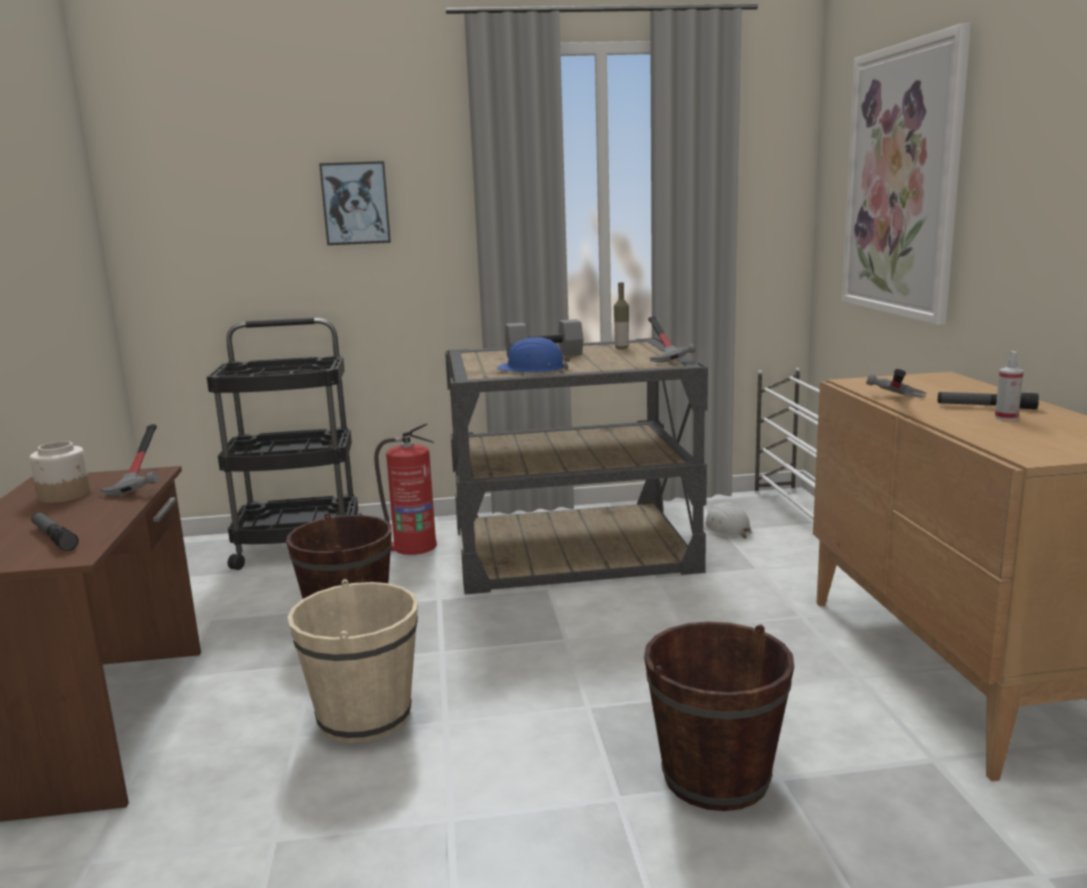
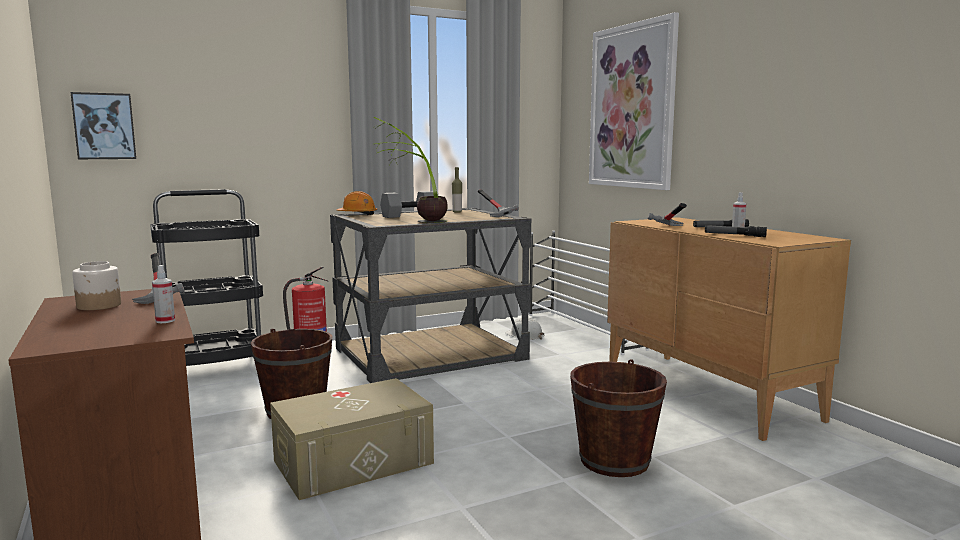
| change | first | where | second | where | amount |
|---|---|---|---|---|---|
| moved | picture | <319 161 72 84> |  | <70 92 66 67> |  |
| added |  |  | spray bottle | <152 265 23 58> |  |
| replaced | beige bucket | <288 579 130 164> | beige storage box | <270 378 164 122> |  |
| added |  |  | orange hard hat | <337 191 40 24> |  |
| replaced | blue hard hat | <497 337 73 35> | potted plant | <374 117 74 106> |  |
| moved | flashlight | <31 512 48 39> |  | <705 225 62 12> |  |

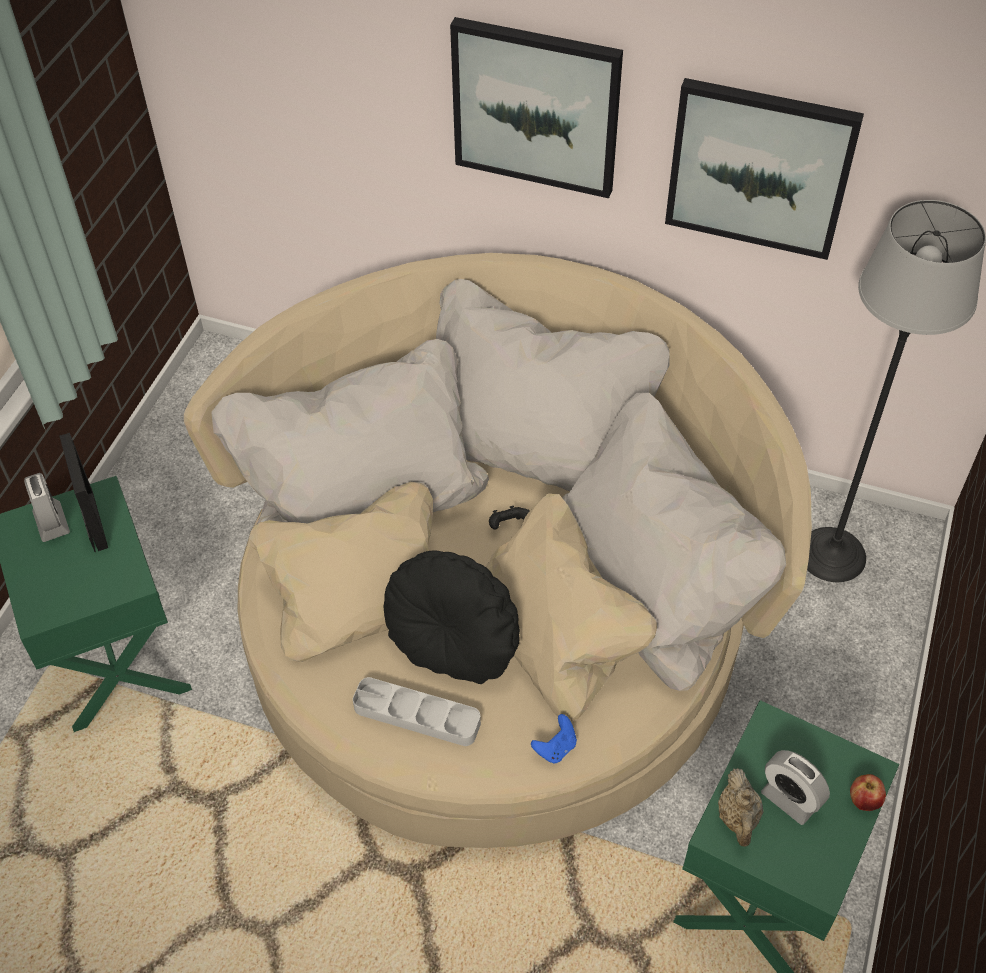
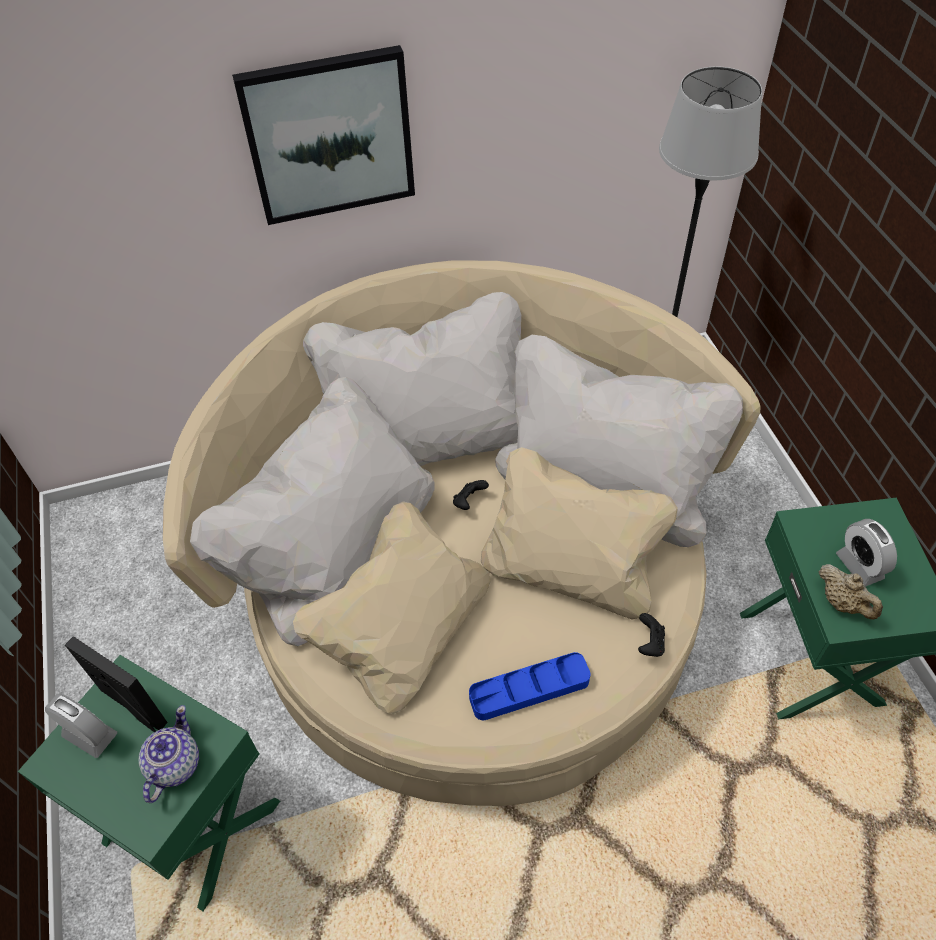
| change | first | where | second | where | amount |
|---|---|---|---|---|---|
| added |  |  | teapot | <138 705 61 98> |  |
| recoloured | grey tray | <353 677 128 69> | blue tray | <469 652 121 68> |  |
| recoloured | blue game controller | <531 714 46 49> | black game controller | <638 613 27 44> |  |
| turned | alarm clock | <761 750 69 75> |  | <836 519 61 68> | 60 degrees clockwise |
| removed | black pillow | <384 550 136 134> |  |  |  |
| removed | picture | <665 78 199 182> |  |  |  |
| removed | apple | <850 774 36 37> |  |  |  |

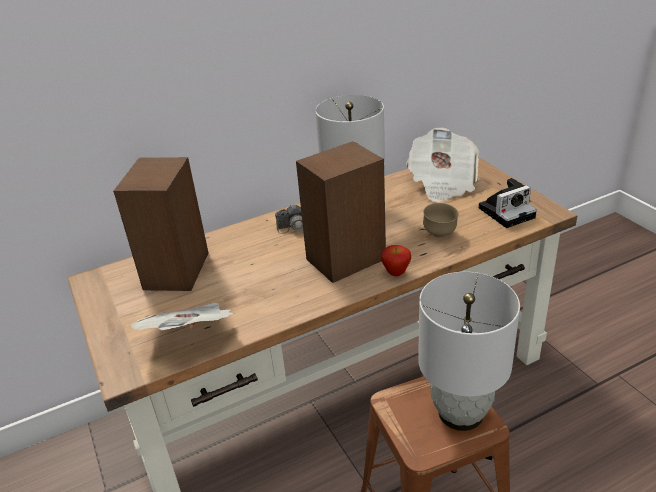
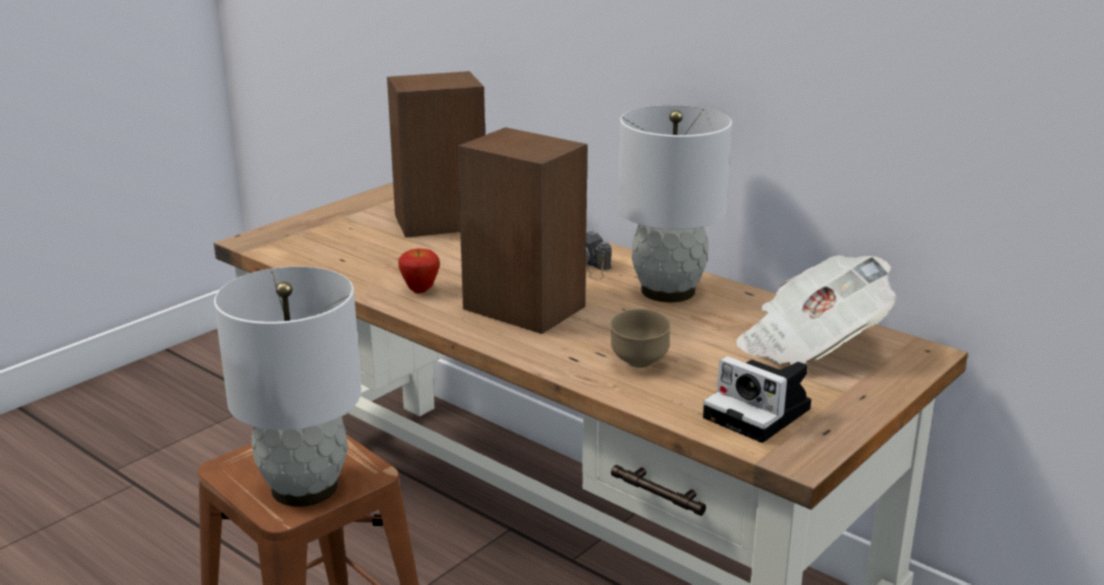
| change | first | where | second | where | amount |
|---|---|---|---|---|---|
| moved | apple | <381 245 30 31> |  | <398 249 42 44> |  |
| removed | newspaper | <130 303 105 27> |  |  |  |

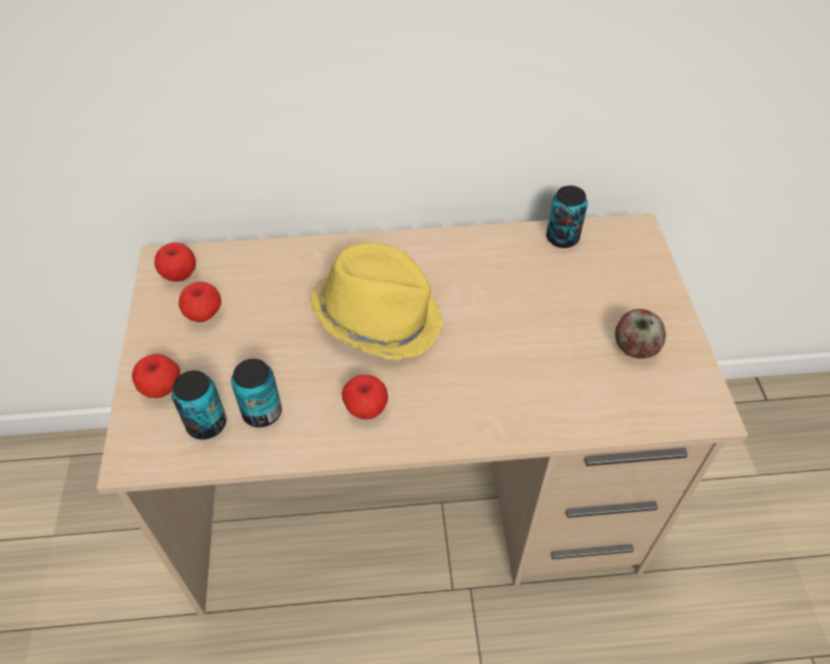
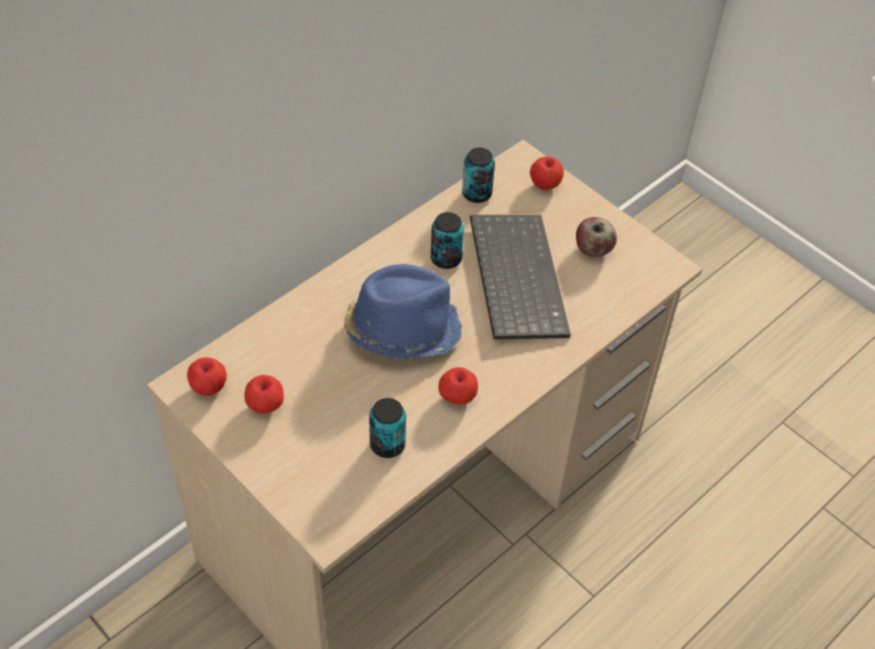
| change | first | where | second | where | amount |
|---|---|---|---|---|---|
| recoloured | yellow hat | <310 243 134 117> | blue hat | <344 264 118 95> |  |
| moved | can | <172 371 55 69> |  | <431 212 33 57> |  |
| added |  |  | keyboard | <470 215 101 124> |  |
| moved | apple | <132 354 48 44> |  | <530 157 34 33> |  |

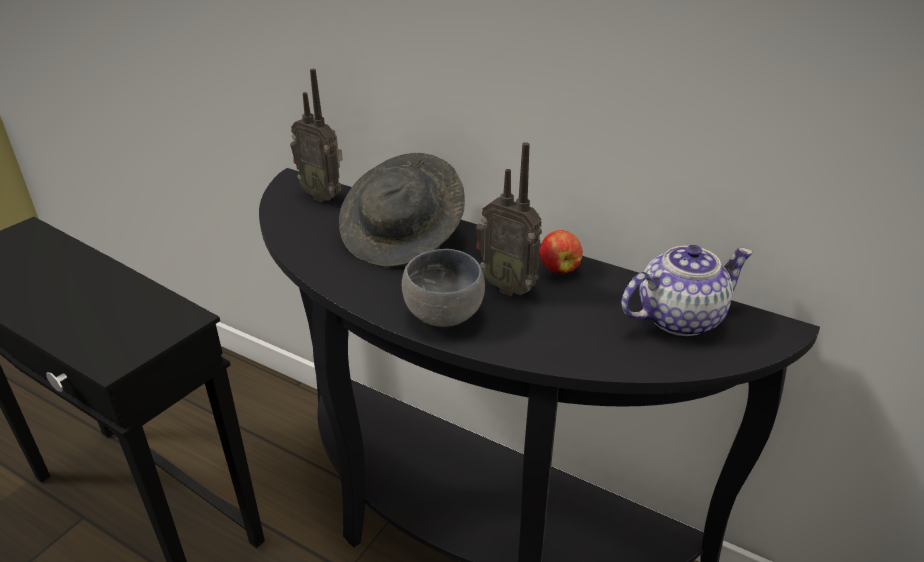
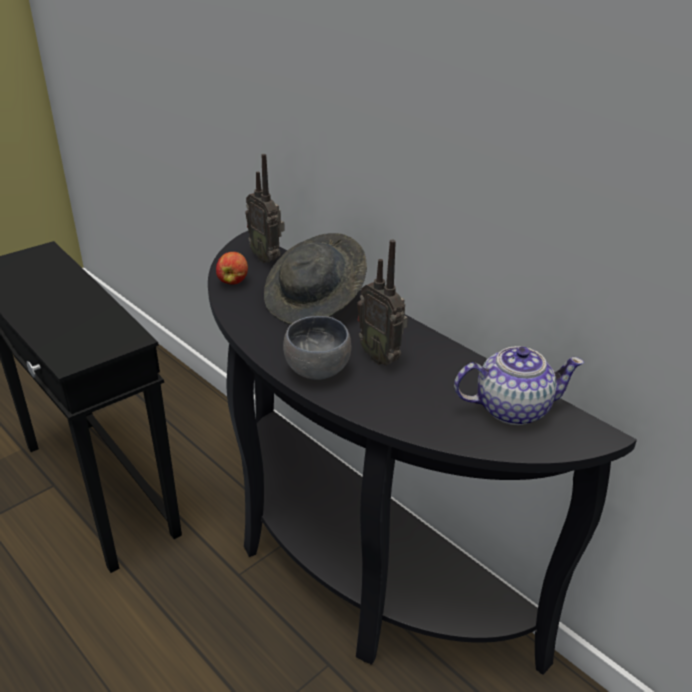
| change | first | where | second | where | amount |
|---|---|---|---|---|---|
| moved | apple | <540 230 43 44> |  | <216 252 32 33> |  |

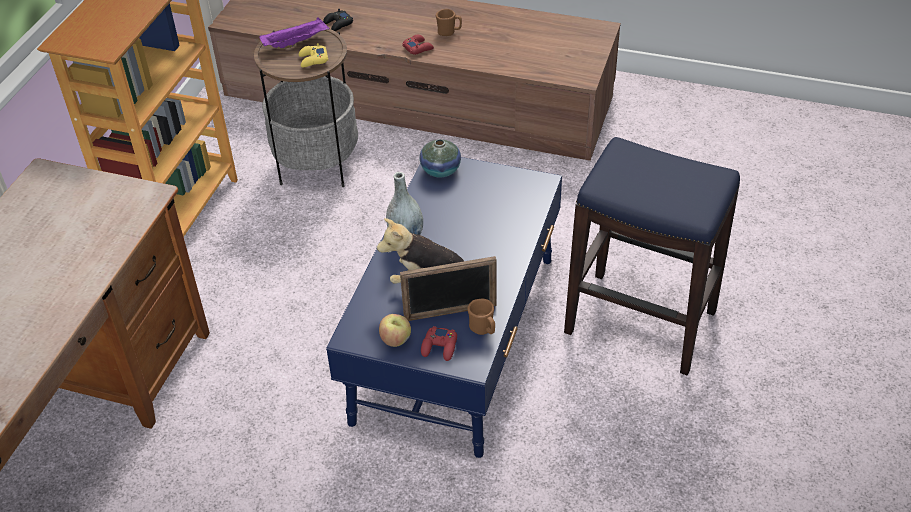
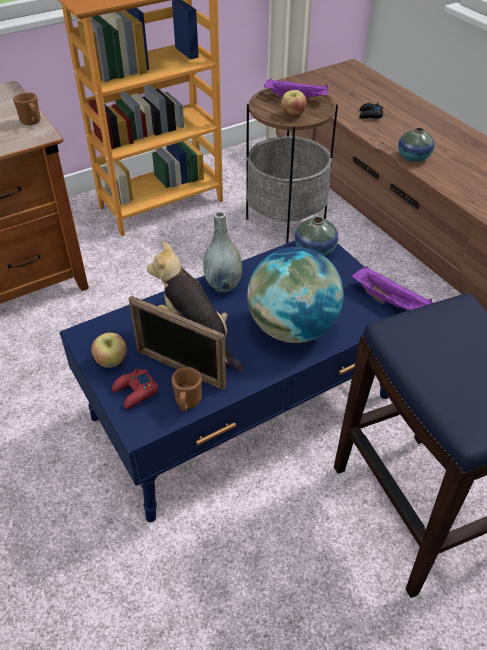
| change | first | where | second | where | amount |
|---|---|---|---|---|---|
| moved | brown mug | <436 9 26 27> |  | <13 92 28 33> |  |
| added |  |  | globe | <247 247 97 96> |  |
| replaced | yellow game controller | <299 43 29 24> | apple | <281 90 25 26> |  |
| added |  |  | purple tray | <352 266 81 44> |  |
| replaced | red game controller | <402 34 32 21> | vase | <398 128 37 34> |  |

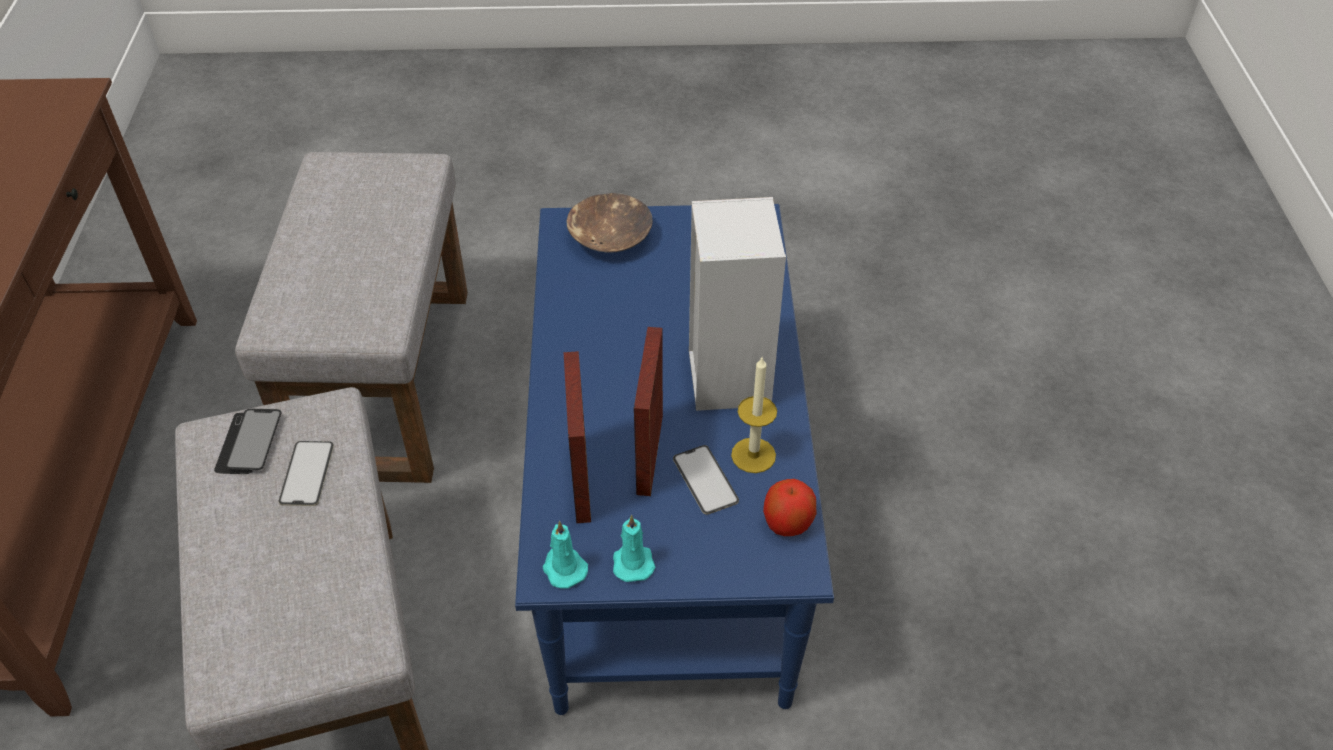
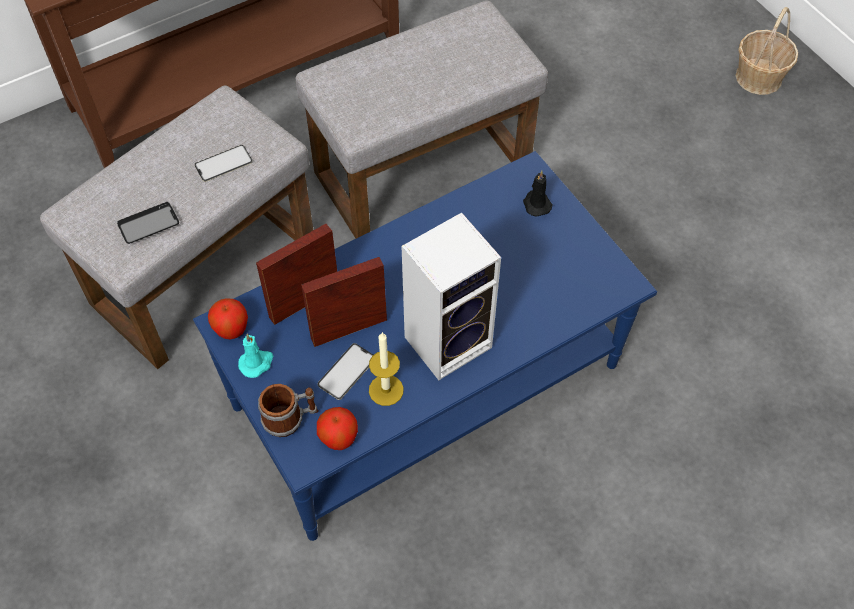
| change | first | where | second | where | amount |
|---|---|---|---|---|---|
| moved | phone | <214 409 68 65> |  | <117 202 62 42> |  |
| replaced | turquoise candle | <542 521 46 68> | apple | <208 298 40 42> |  |
| added |  |  | mug | <258 384 61 53> |  |
| replaced | brown bowl | <567 193 86 60> | black candle | <523 171 29 46> |  |
| added |  |  | basket | <735 7 63 88> |  |

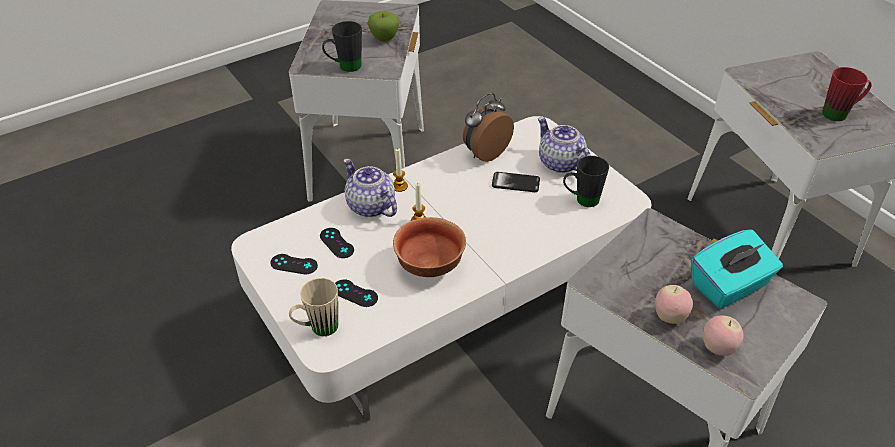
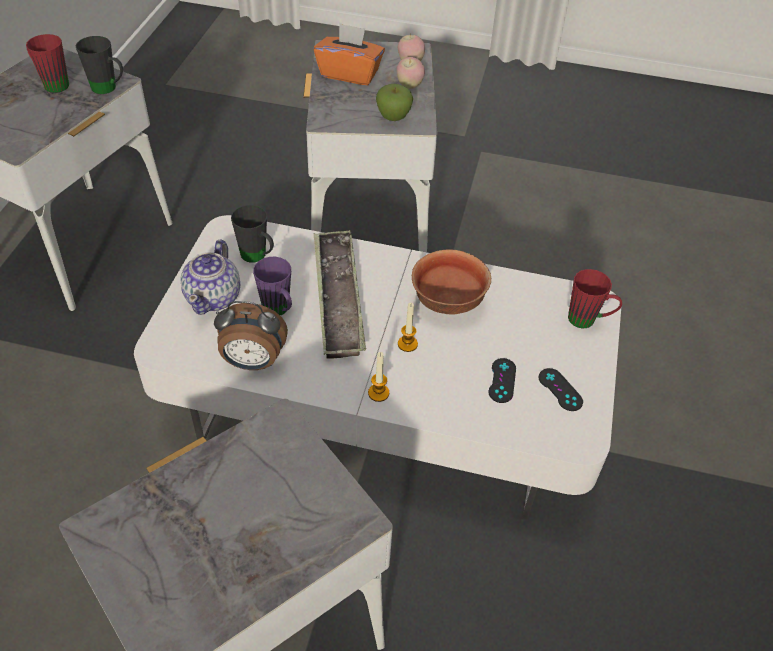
| change | first | where | second | where | amount |
|---|---|---|---|---|---|
| moved | black mug | <322 21 40 51> |  | <76 36 47 58> |  |
| replaced | phone | <492 172 48 20> | purple mug | <253 257 39 58> |  |
| recoloured | turquoise tissue box | <692 230 91 79> | orange tissue box | <314 23 71 62> |  |
| added |  |  | tray | <314 230 52 129> |  |
| moved | apple | <367 11 33 31> |  | <376 84 37 37> |  |
| recoloured | beige mug | <289 278 49 58> | red mug | <568 269 54 59> |  |
| removed | black game controller | <335 279 43 28> |  |  |  |
| removed | teapot | <343 159 54 58> |  |  |  |

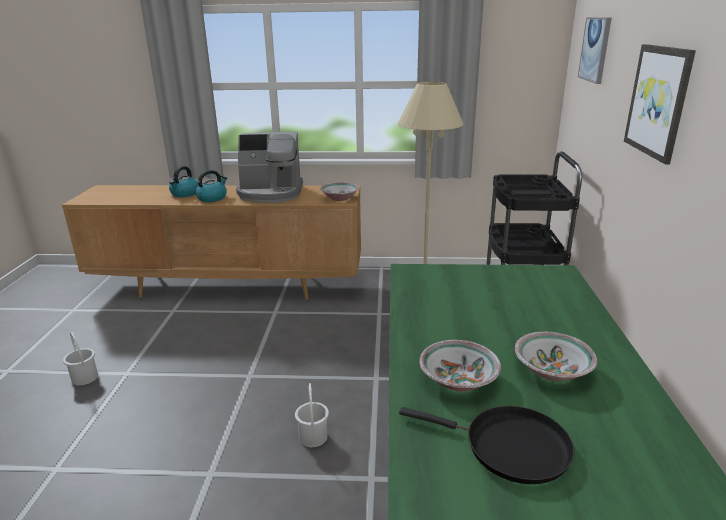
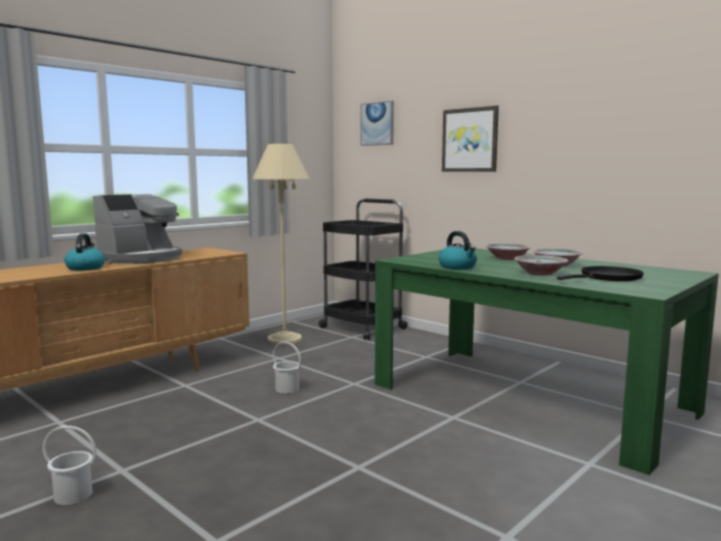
| change | first | where | second | where | amount |
|---|---|---|---|---|---|
| moved | white bucket | <295 383 34 64> |  | <273 341 28 53> |  |
| moved | kettle | <169 166 29 31> |  | <439 231 38 38> |  |
| moved | bowl | <320 182 39 19> |  | <485 243 46 17> |  |

